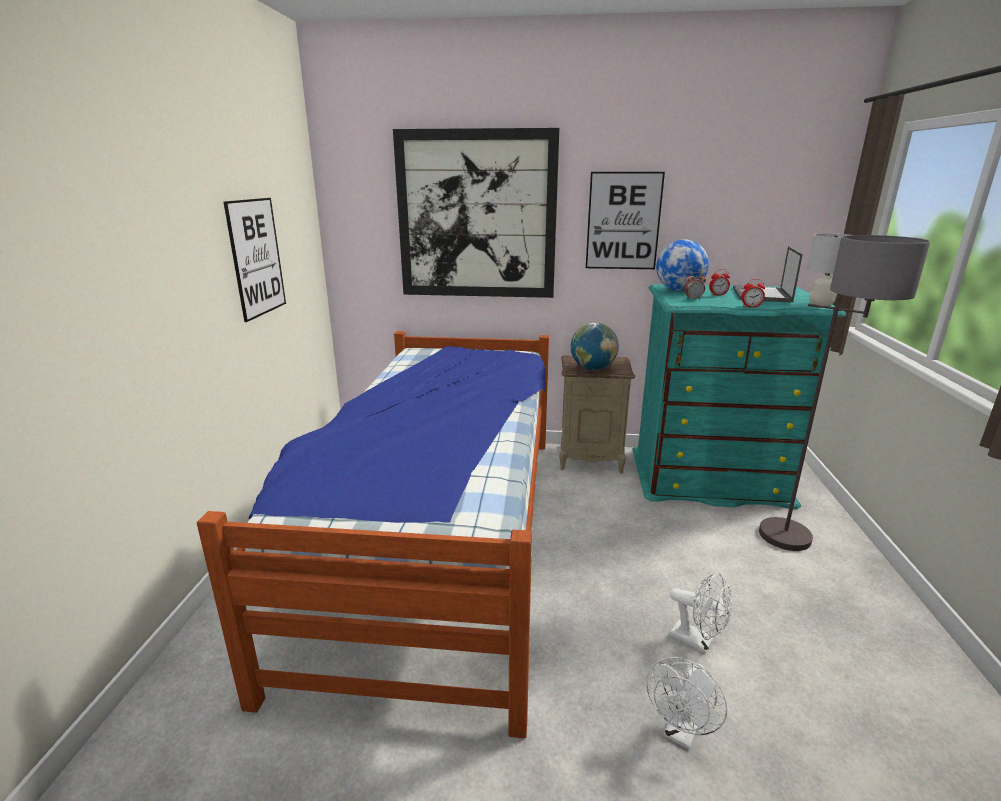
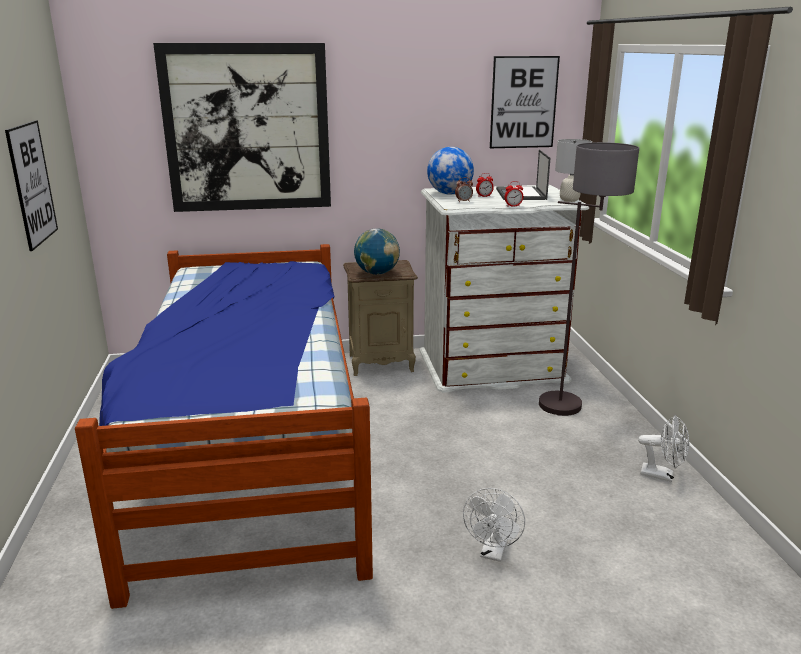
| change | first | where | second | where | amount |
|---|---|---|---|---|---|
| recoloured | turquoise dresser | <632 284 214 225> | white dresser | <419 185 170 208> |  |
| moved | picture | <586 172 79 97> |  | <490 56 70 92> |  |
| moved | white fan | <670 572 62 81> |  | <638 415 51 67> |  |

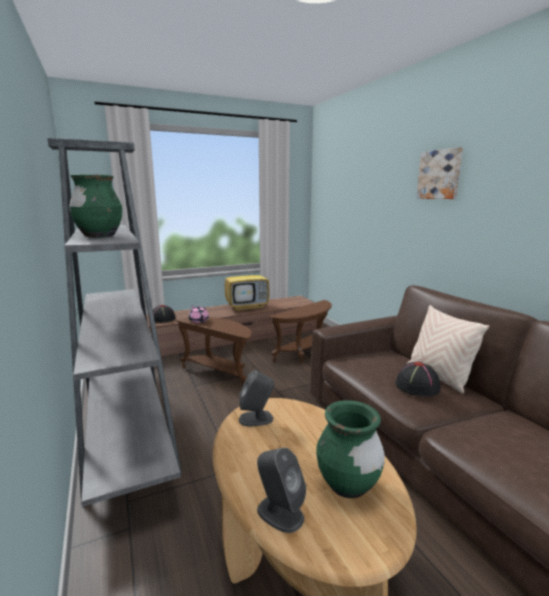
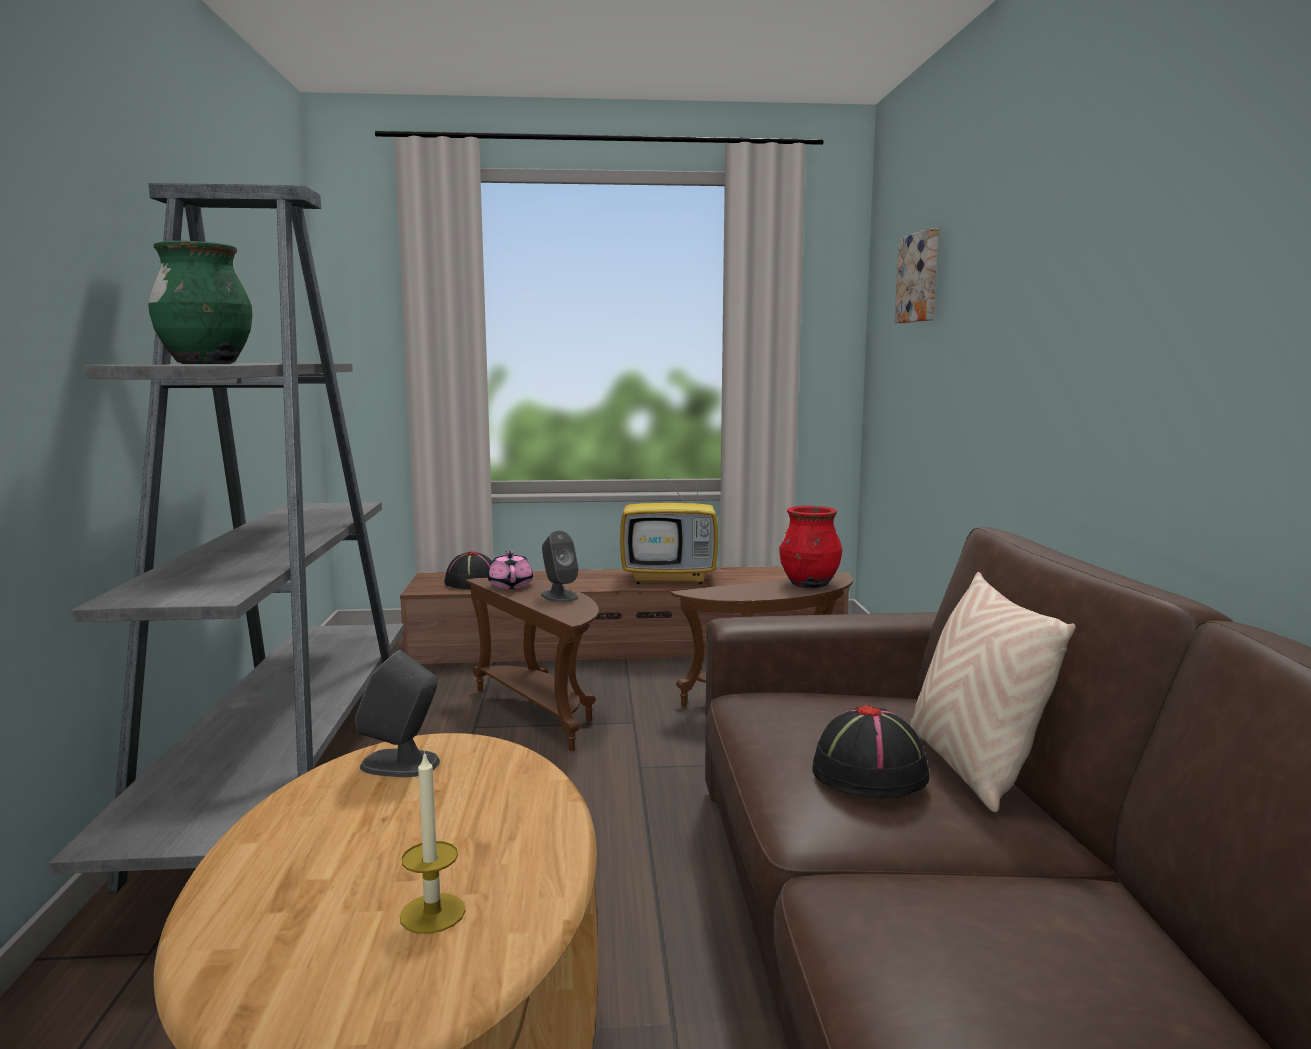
| change | first | where | second | where | amount |
|---|---|---|---|---|---|
| replaced | green vase | <316 400 69 98> | candle | <400 751 66 183> |  |
| moved | grey speaker | <257 448 49 85> |  | <541 530 38 72> |  |
| added |  |  | red vase | <779 506 63 82> |  |
| moved | picture | <416 147 47 52> |  | <895 228 44 95> |  |

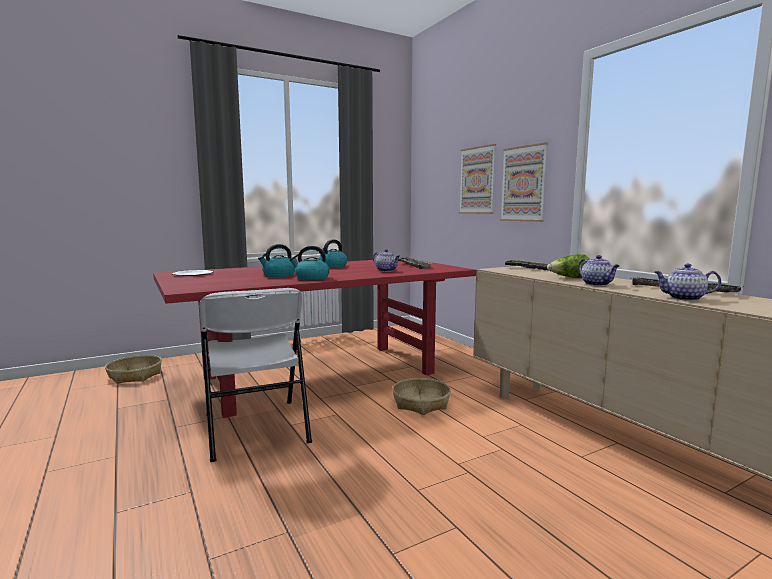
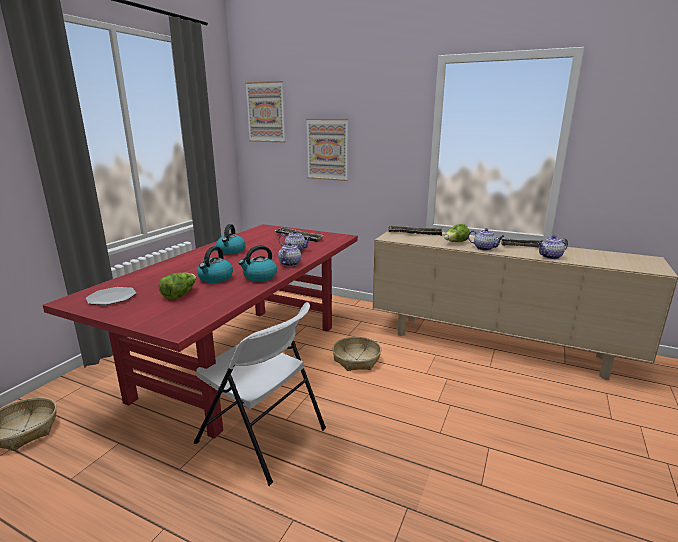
| change | first | where | second | where | amount |
|---|---|---|---|---|---|
| added |  |  | lettuce | <158 272 38 28> |  |
| moved | picture | <500 142 48 80> |  | <245 81 41 61> |  |
| added |  |  | teapot | <278 242 23 24> |  |

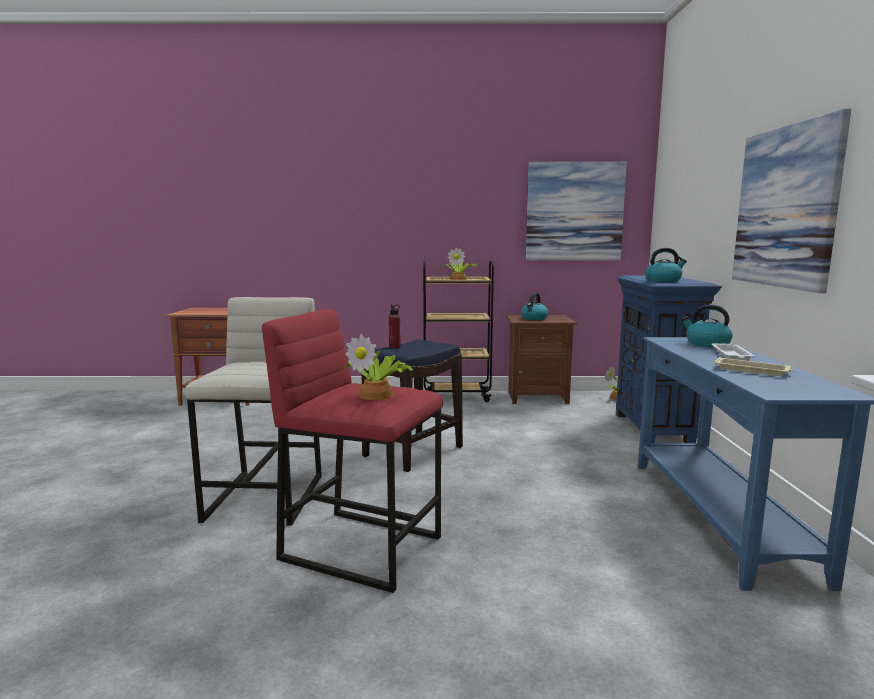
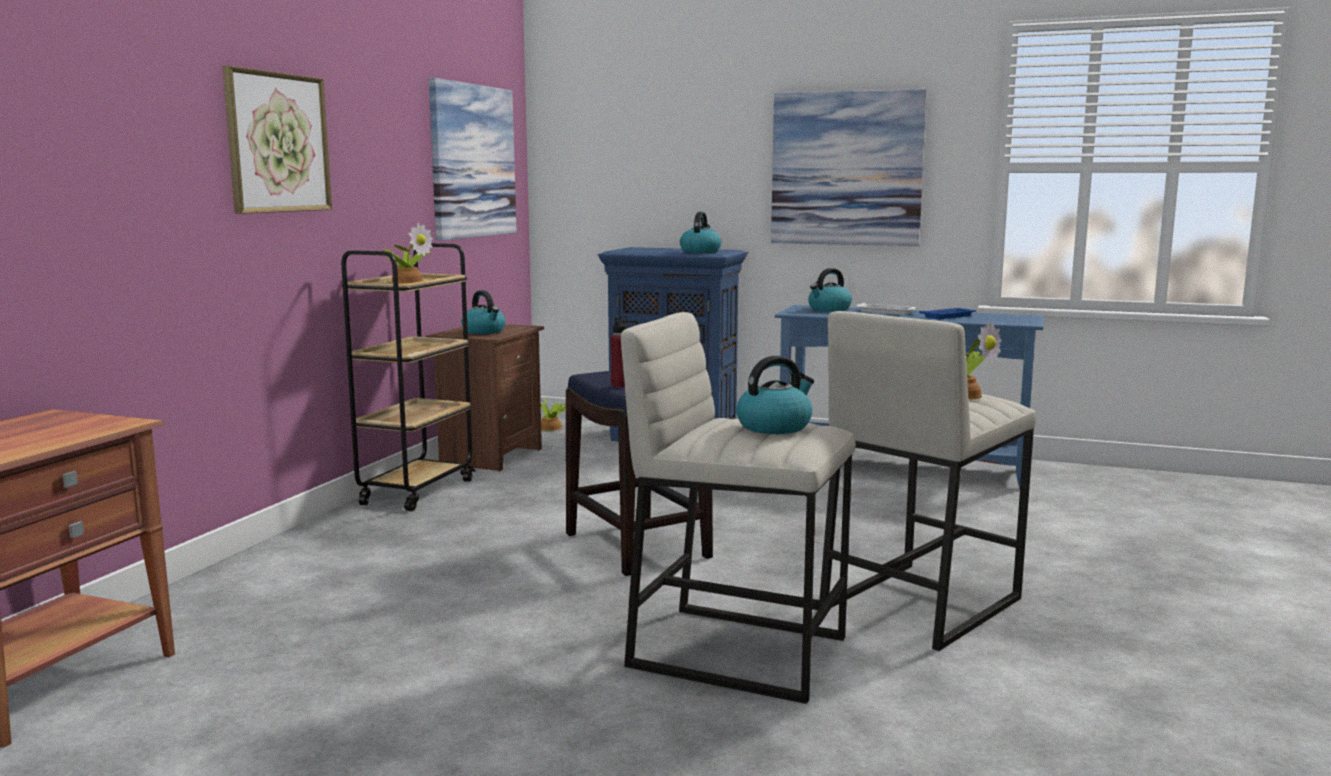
| change | first | where | second | where | amount |
|---|---|---|---|---|---|
| added |  |  | picture | <222 66 110 148> |  |
| added |  |  | kettle | <736 356 78 78> |  |
| recoloured | red stool | <262 309 181 284> | beige stool | <819 311 217 340> |  |
| recoloured | beige tray | <714 357 80 19> | blue tray | <919 308 57 11> |  |

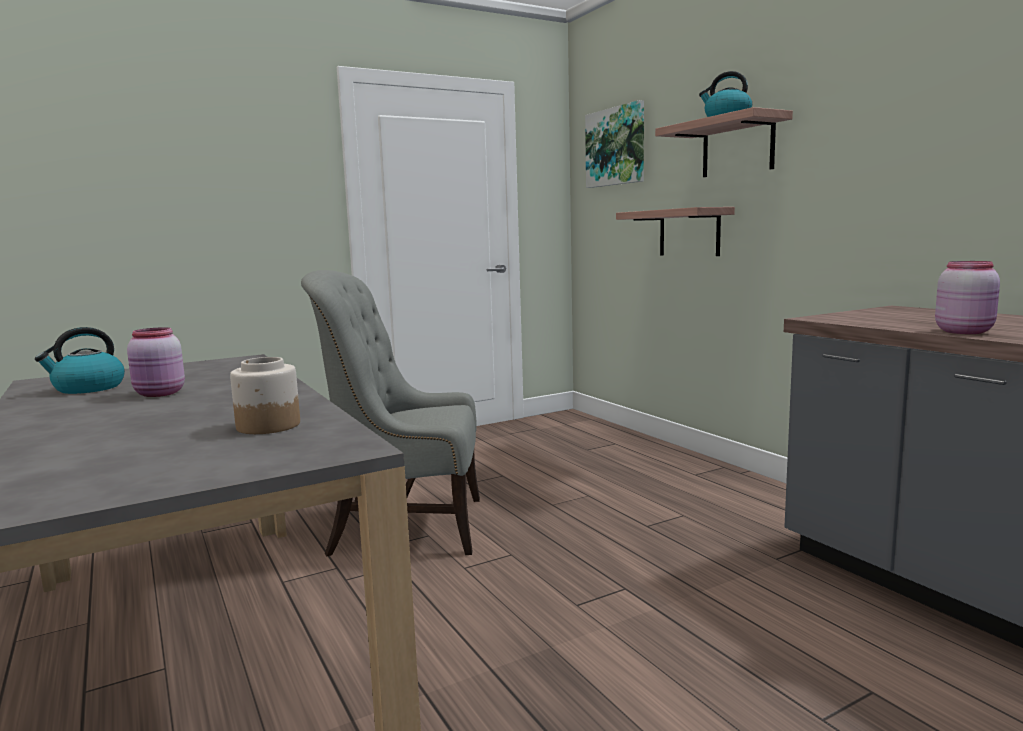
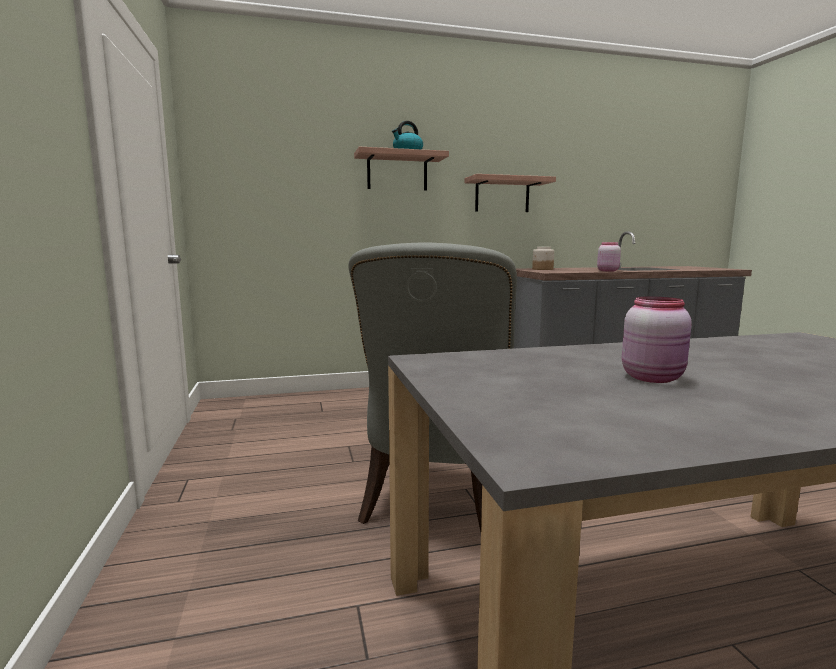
| change | first | where | second | where | amount |
|---|---|---|---|---|---|
| moved | shelf | <616 207 119 49> |  | <464 174 92 38> |  |
| moved | jar | <230 357 70 77> |  | <532 247 22 23> |  |
| removed | kettle | <35 327 90 67> |  |  |  |
| removed | picture | <585 100 59 88> |  |  |  |

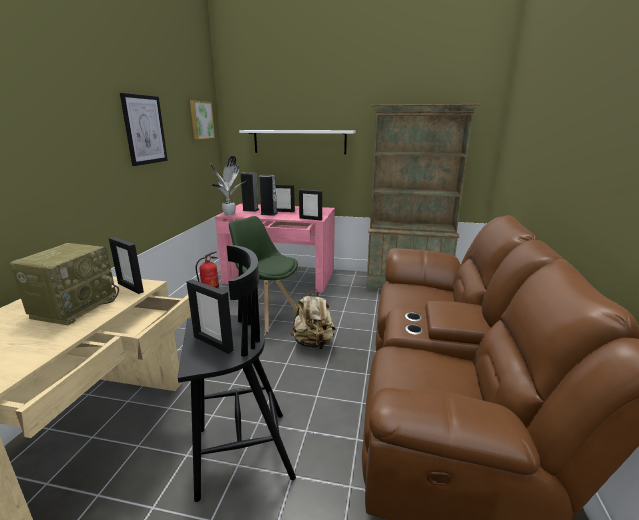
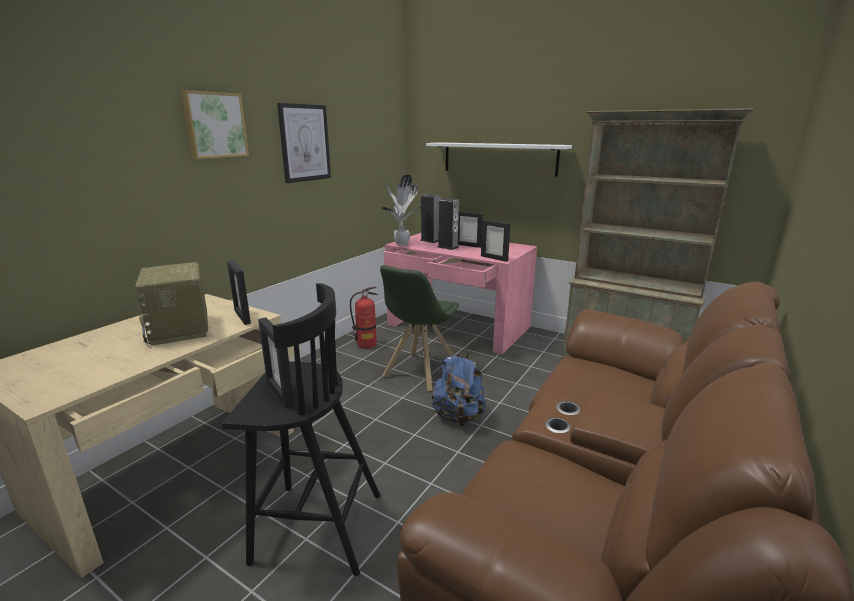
| change | first | where | second | where | amount |
|---|---|---|---|---|---|
| turned | radio | <10 243 109 82> |  | <136 262 72 84> | 120 degrees clockwise |
| moved | picture | <190 101 25 38> |  | <181 90 68 69> |  |
| turned | green chair | <229 216 69 117> |  | <380 265 79 127> | 120 degrees counterclockwise |
| recoloured | beige backpack | <290 289 46 61> | blue backpack | <432 349 54 77> |  |

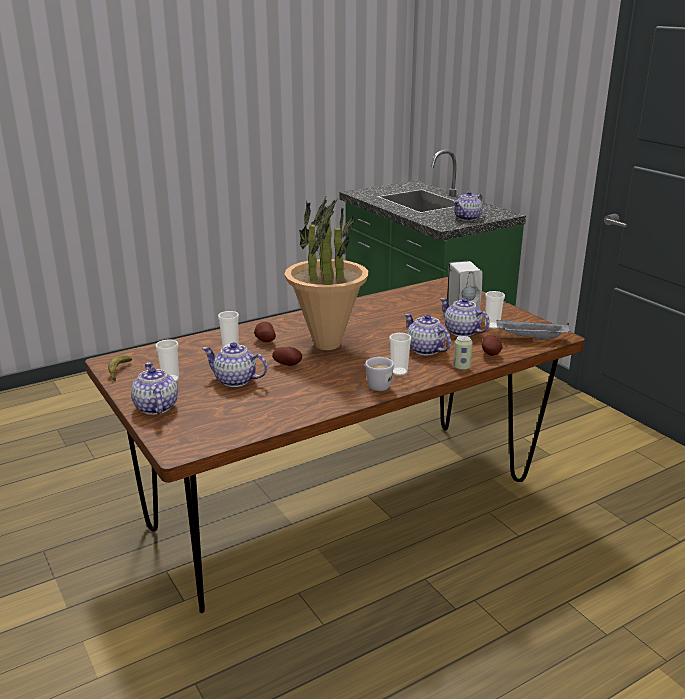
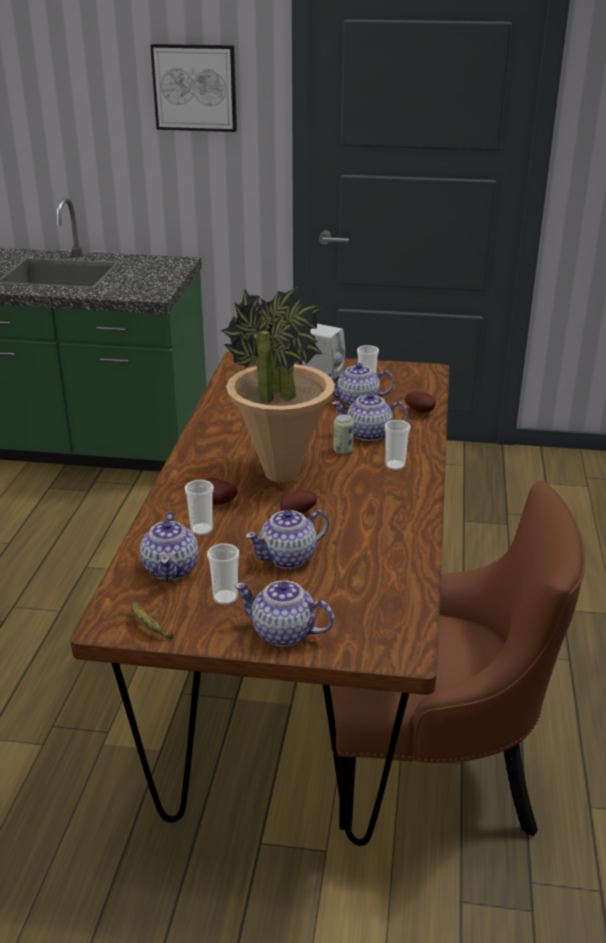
| change | first | where | second | where | amount |
|---|---|---|---|---|---|
| moved | teapot | <454 191 29 30> |  | <140 511 59 70> |  |
| added |  |  | picture | <150 44 87 88> |  |
| added |  |  | brown chair | <329 481 256 355> |  |
| moved | can | <453 336 20 34> |  | <333 414 21 40> |  |
| removed | white mug | <365 357 29 34> |  |  |  |
| removed | grey tray | <497 319 73 22> |  |  |  |

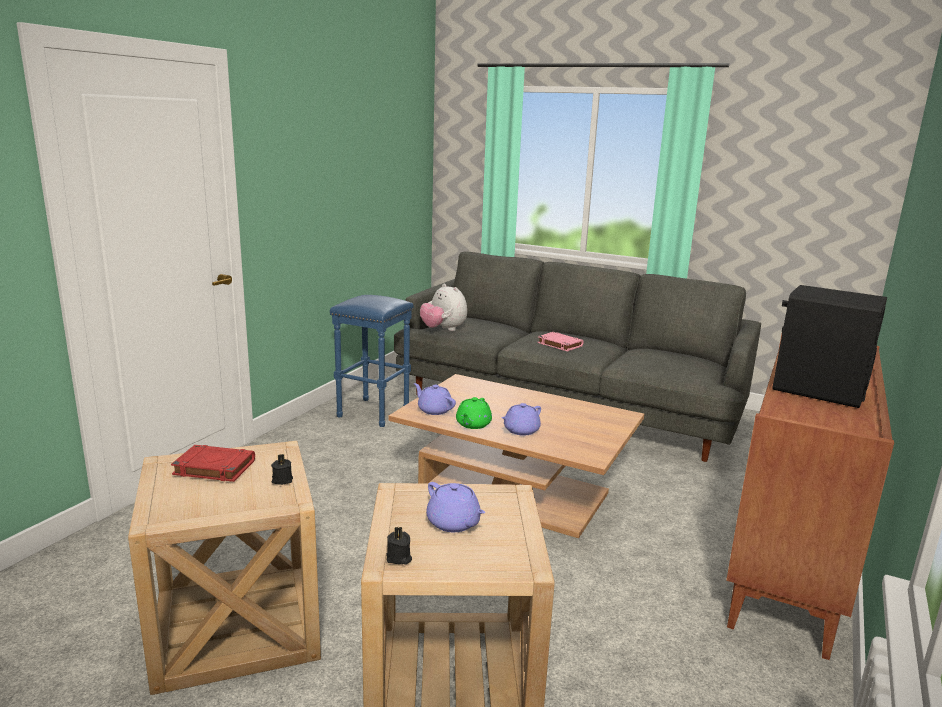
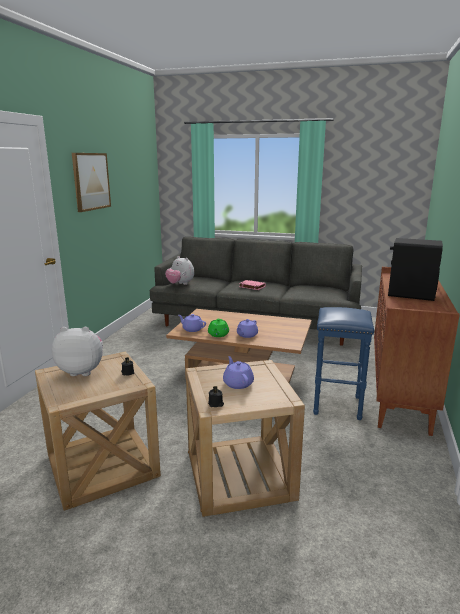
| change | first | where | second | where | amount |
|---|---|---|---|---|---|
| replaced | red book | <171 445 84 37> | plush toy | <52 327 51 49> |  |
| added |  |  | picture | <72 153 39 59> |  |
| turned | purple teapot | <426 482 59 50> |  | <223 356 31 33> | 150 degrees counterclockwise |
| moved | blue stool | <330 295 84 132> |  | <313 307 61 113> |  |

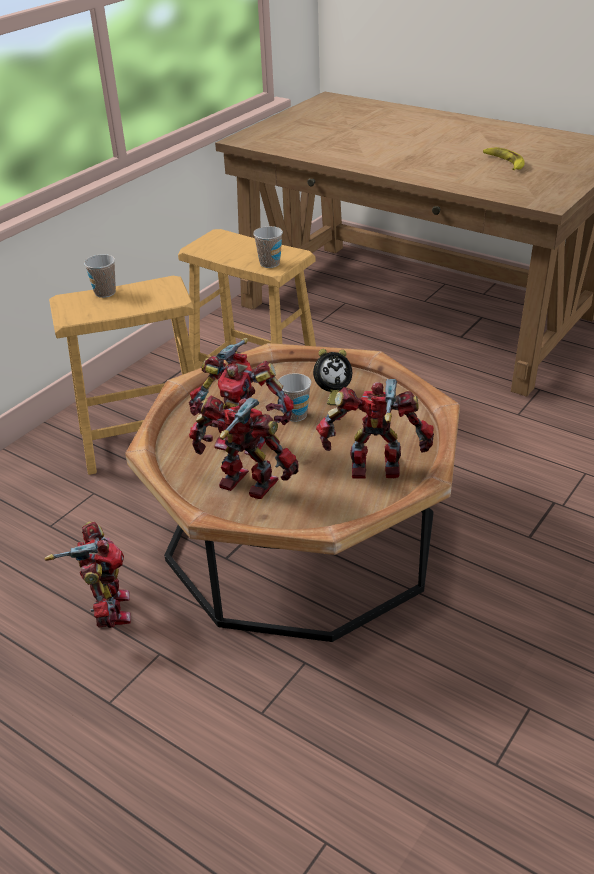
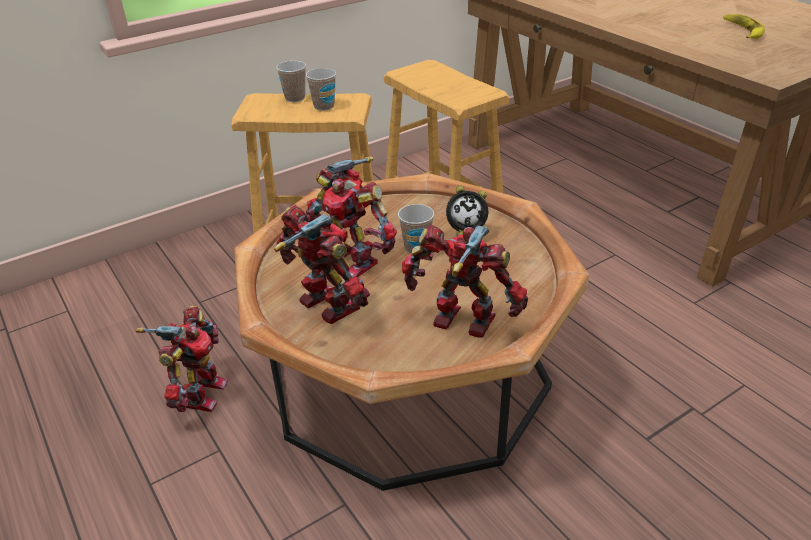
| change | first | where | second | where | amount |
|---|---|---|---|---|---|
| moved | cup | <253 226 30 42> |  | <306 68 30 43> |  |

